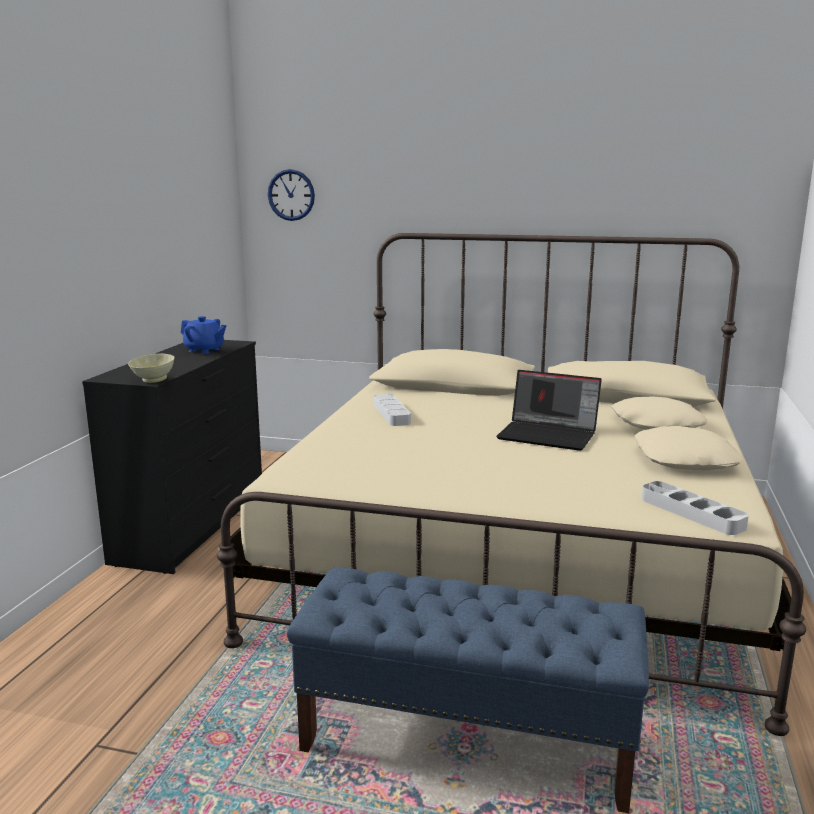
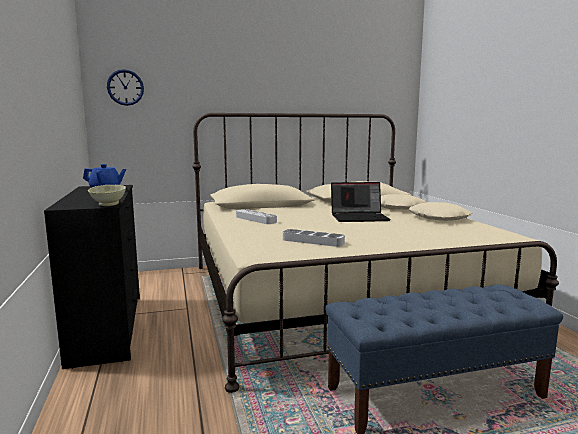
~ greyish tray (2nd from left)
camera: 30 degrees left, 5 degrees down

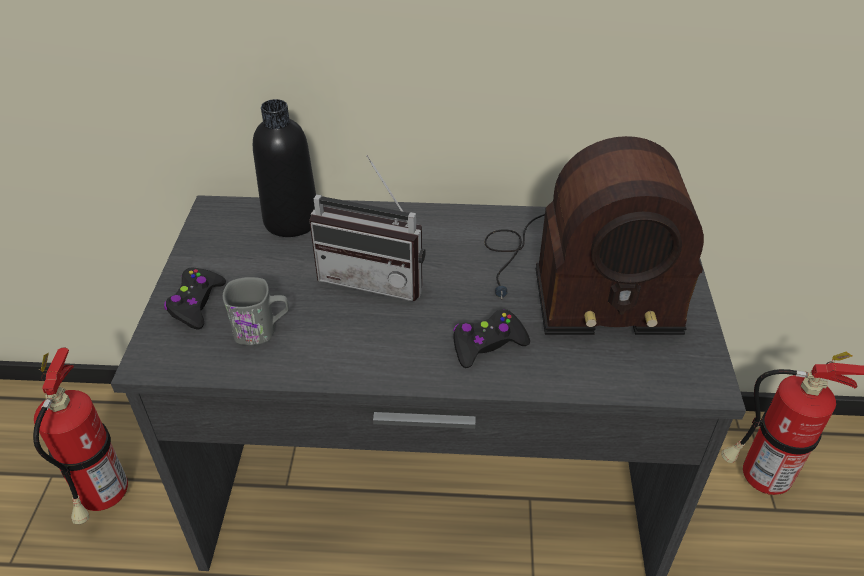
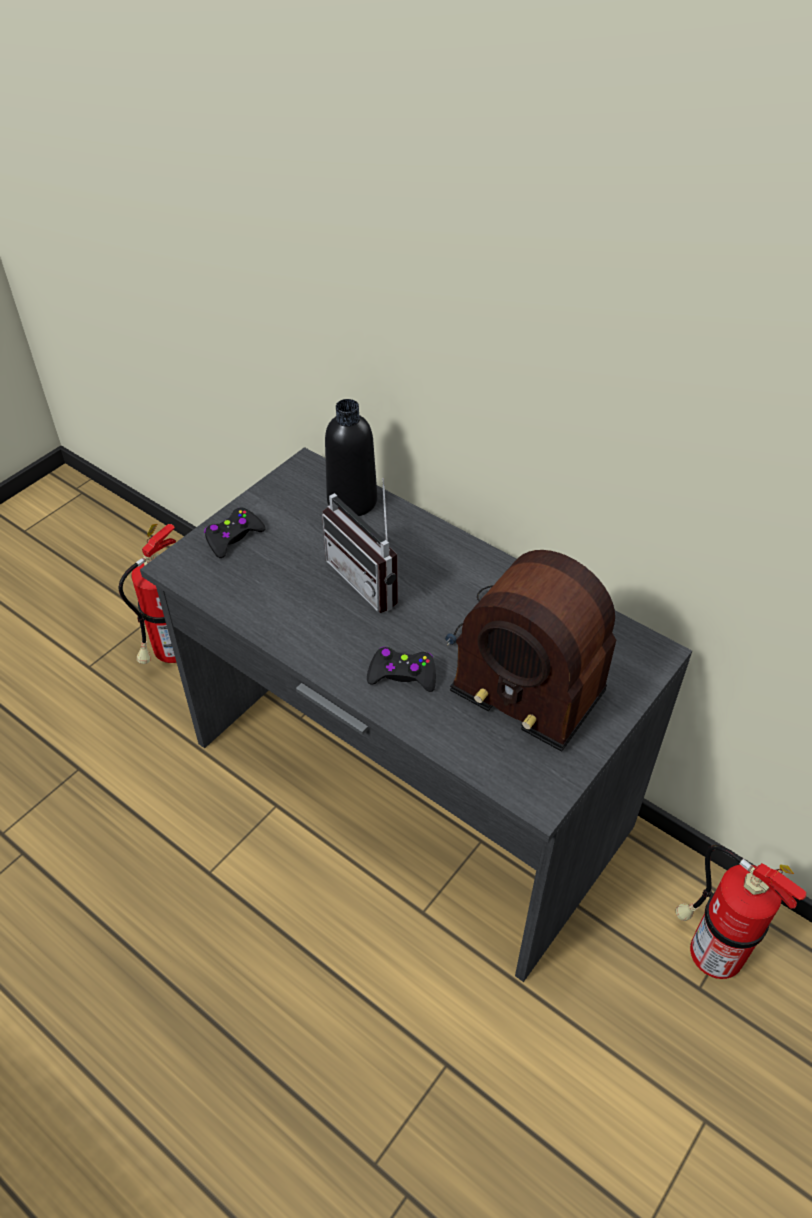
- greyish tea mug
camera: 35 degrees right, 5 degrees up

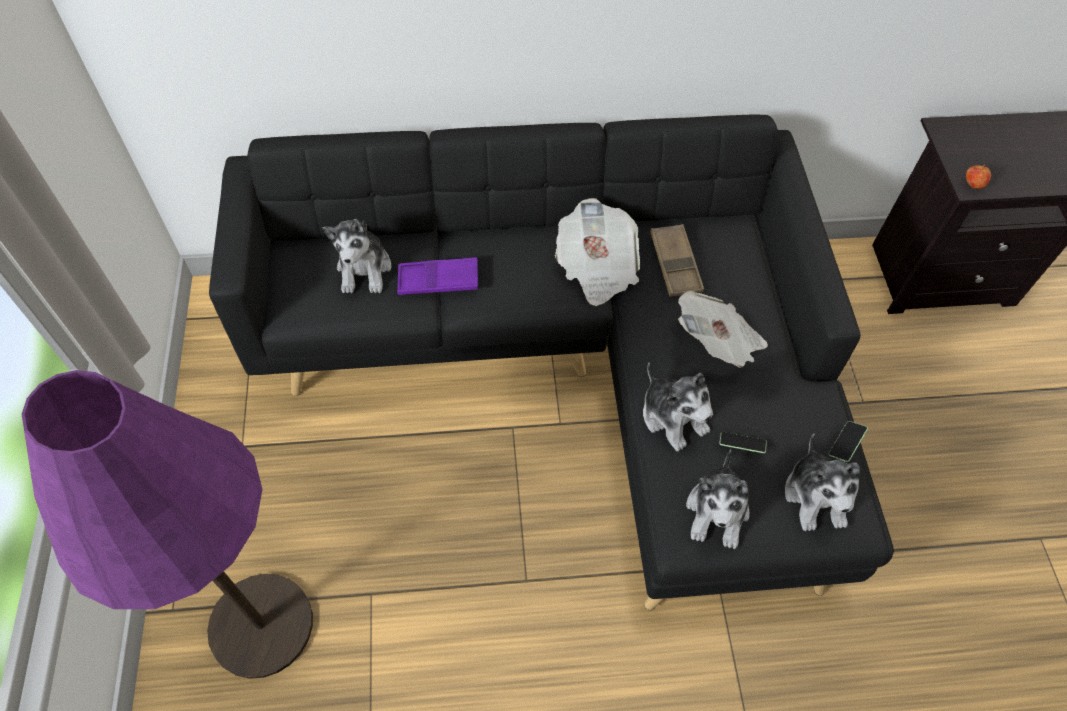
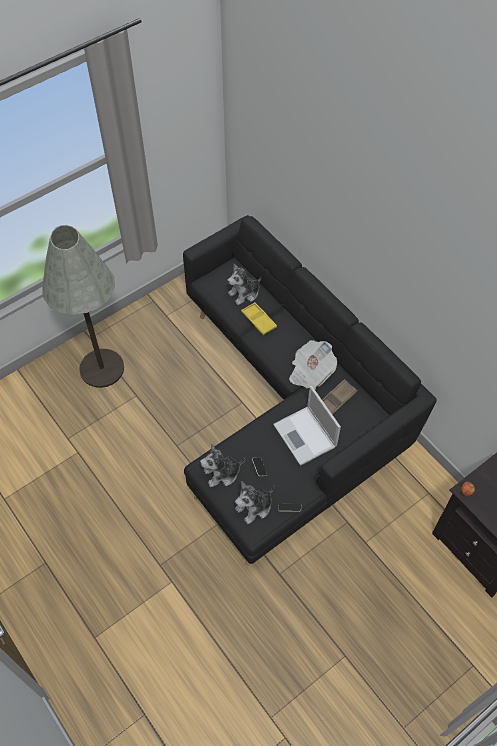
- soft toy (2nd from left)
~ newspaper (2nd from left) to notebook computer
~ purple-coloured floor lamp to greyish floor lamp
~ purple-coloured tray to yellowish tray
camera: 60 degrees right, 0 degrees up

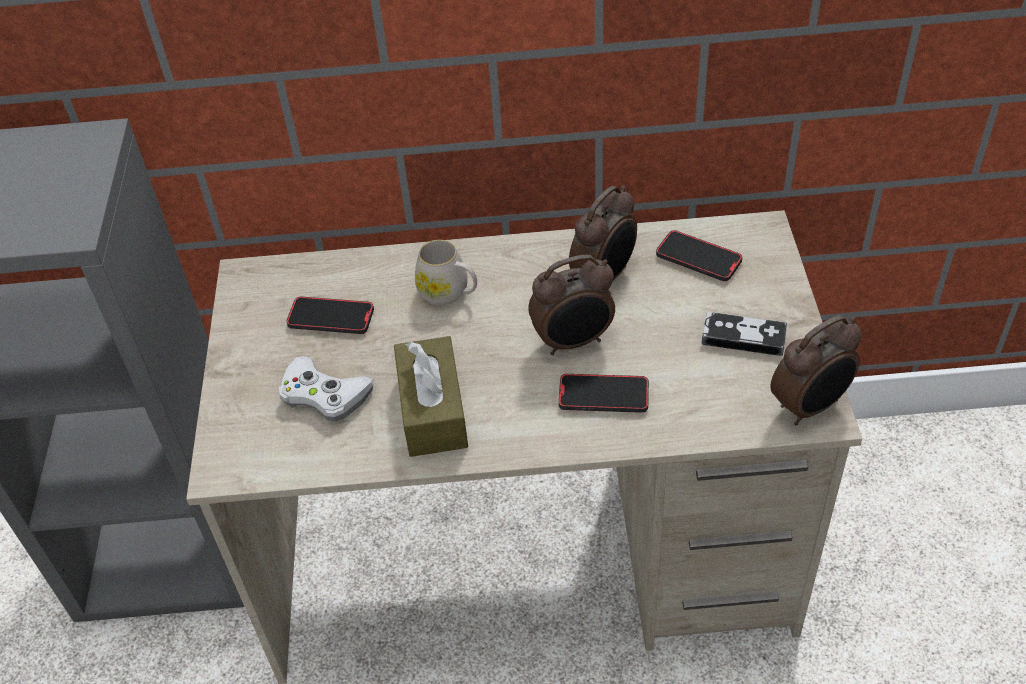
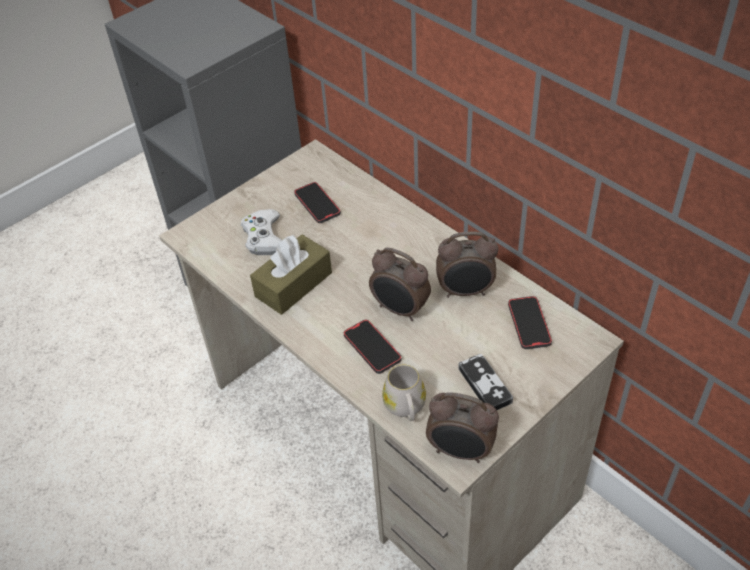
~ whitish tea mug
camera: 50 degrees right, 0 degrees up

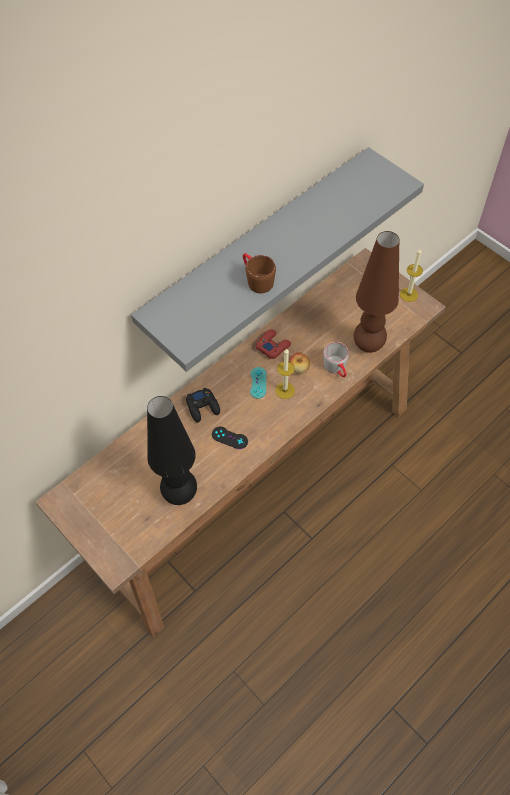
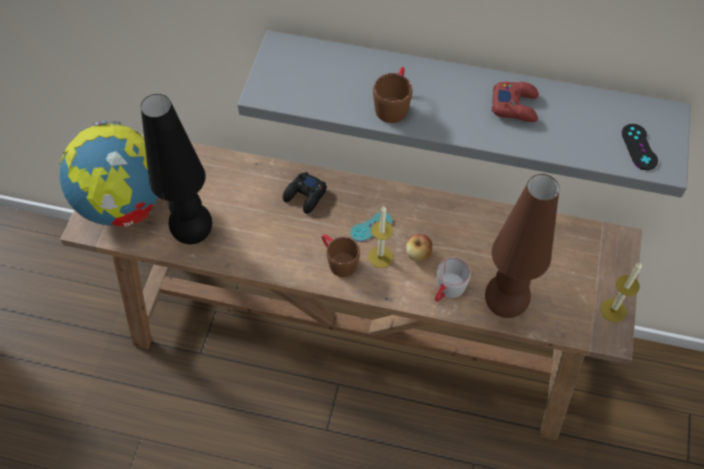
+ globe
+ brownish tea mug (1st from left)
~ black gamepad (2nd from left)
~ red gamepad
camera: 55 degrees right, 0 degrees up

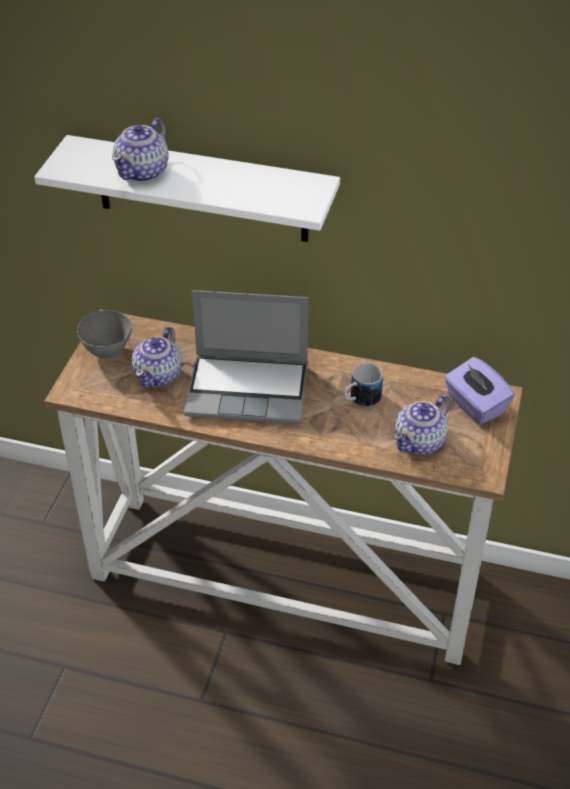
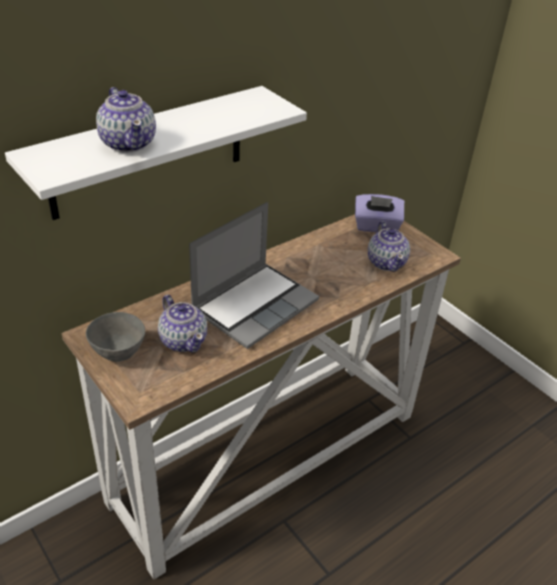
- tea mug
camera: 55 degrees left, 5 degrees down

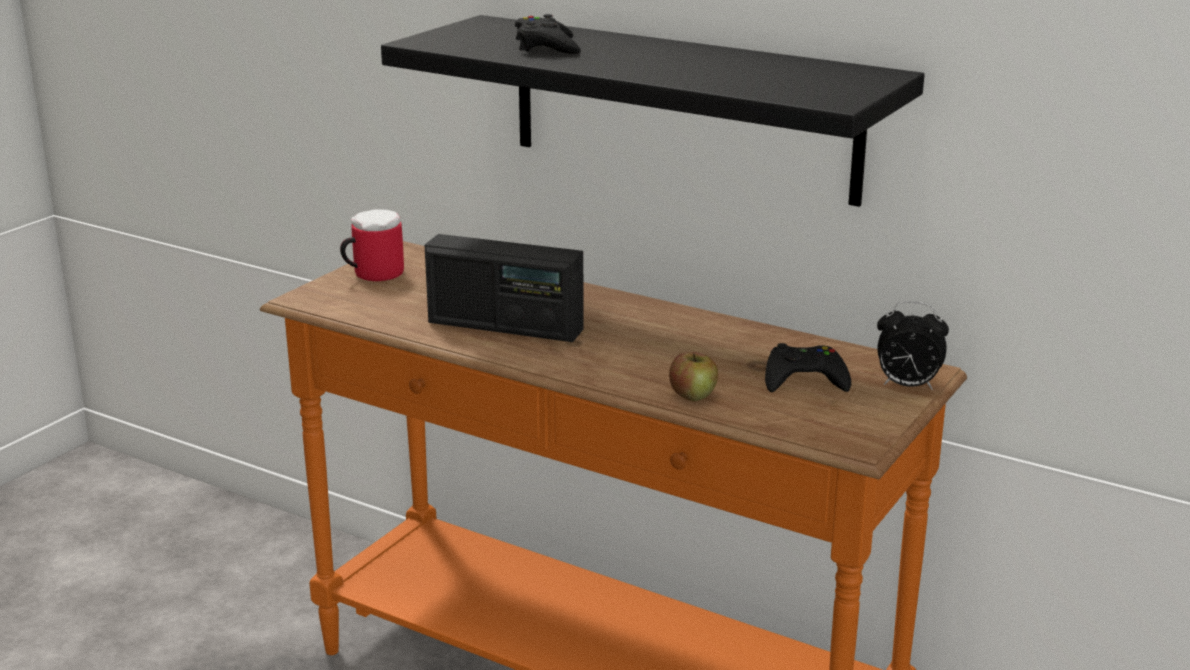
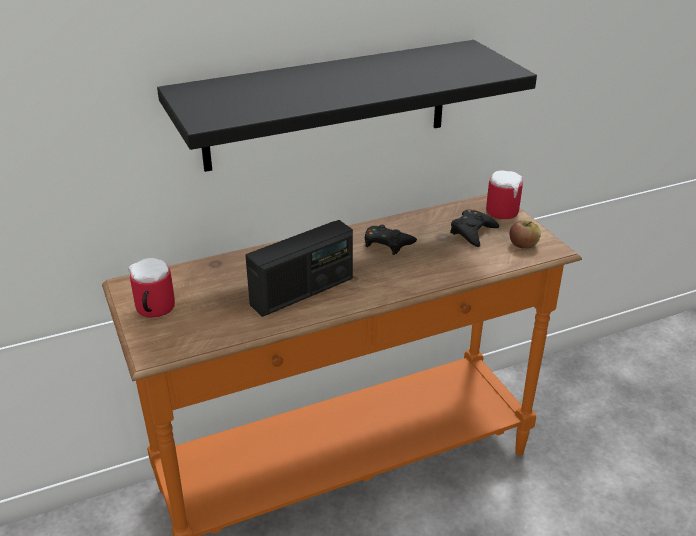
~ black gamepad (1st from left)
~ whole apple
~ bedside clock to tea mug (2nd from left)
camera: 55 degrees left, 10 degrees up

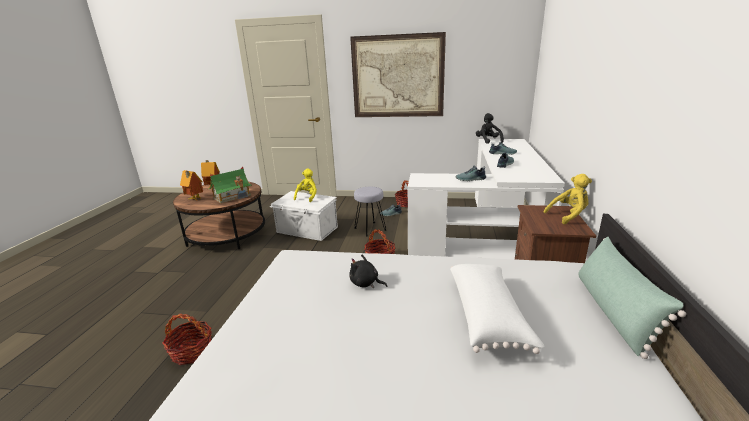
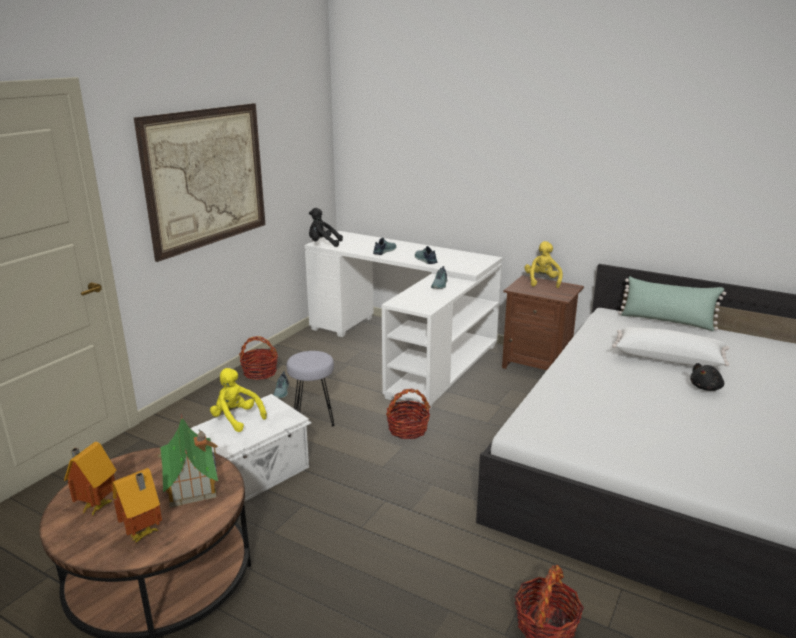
~ black soft toy (1st from left in the first image) to black soft toy (2nd from left)
camera: 70 degrees left, 0 degrees up

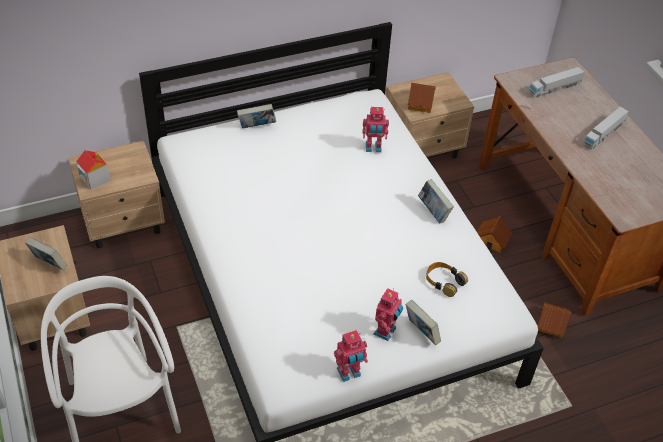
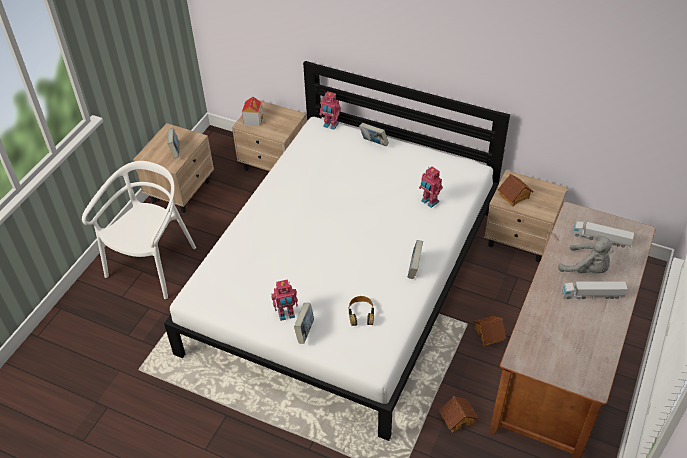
+ greyish soft toy
~ robot figure (1st from left in the first image) to robot figure (2nd from left)
camera: 50 degrees right, 0 degrees up

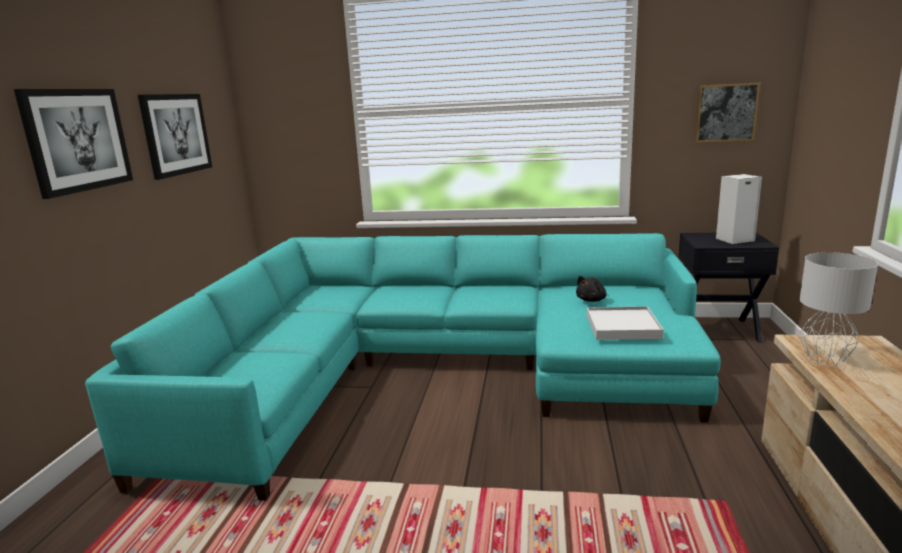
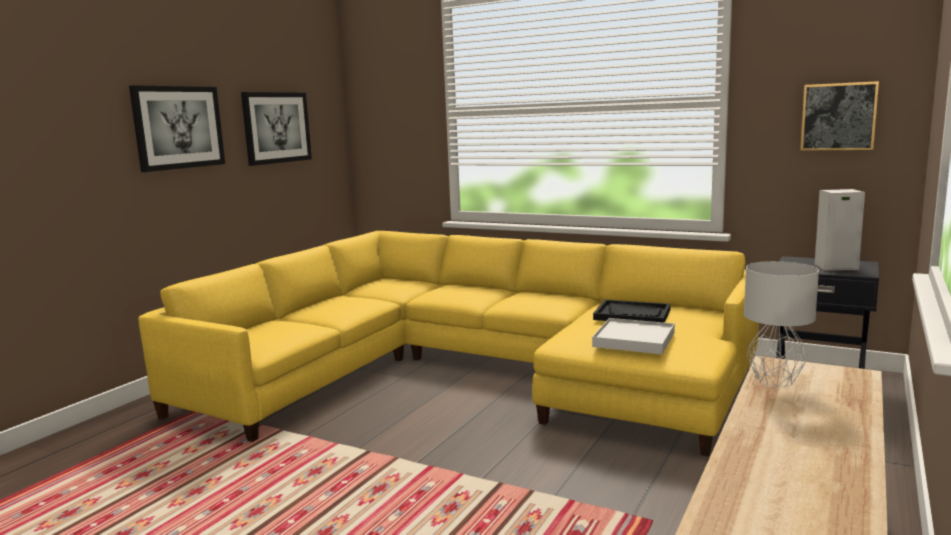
~ black soft toy to black tray
~ turquoise-coloured couch to yellowish couch
camera: 20 degrees right, 5 degrees down

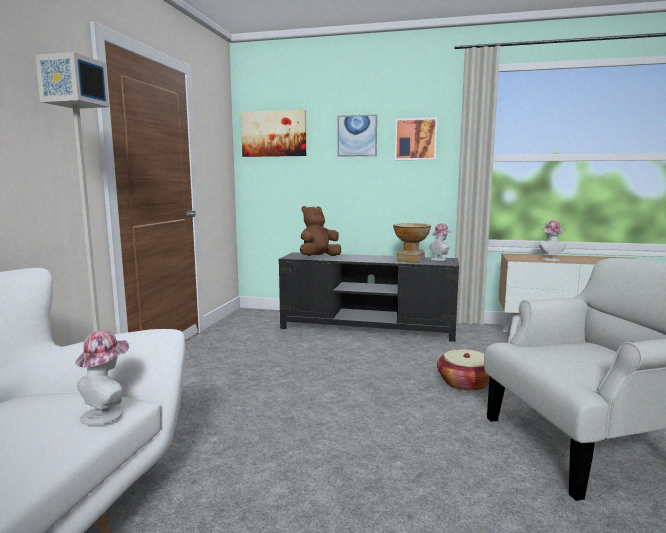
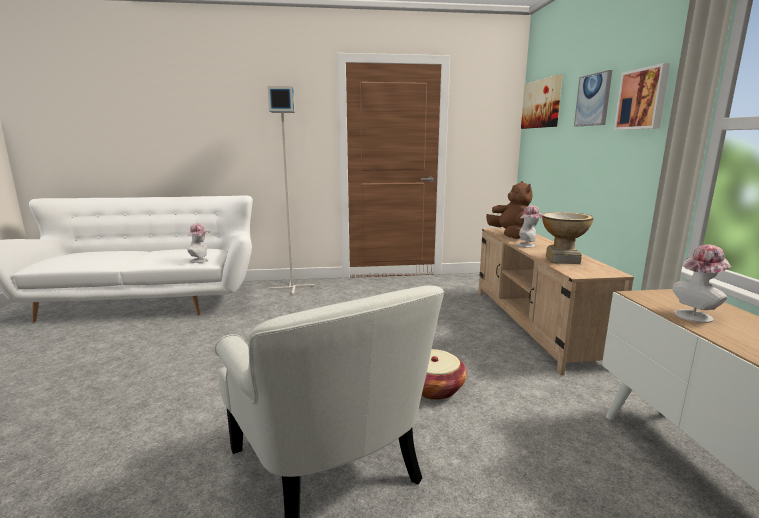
~ wearable hat (2nd from left)
~ black tv unit to beige tv unit
~ brownish soft toy 45 degrees clockwise
camera: 70 degrees right, 5 degrees up

